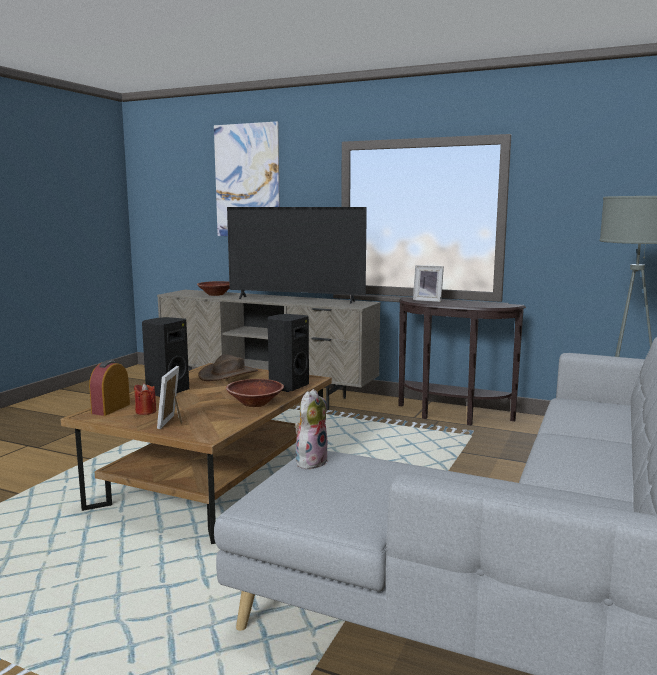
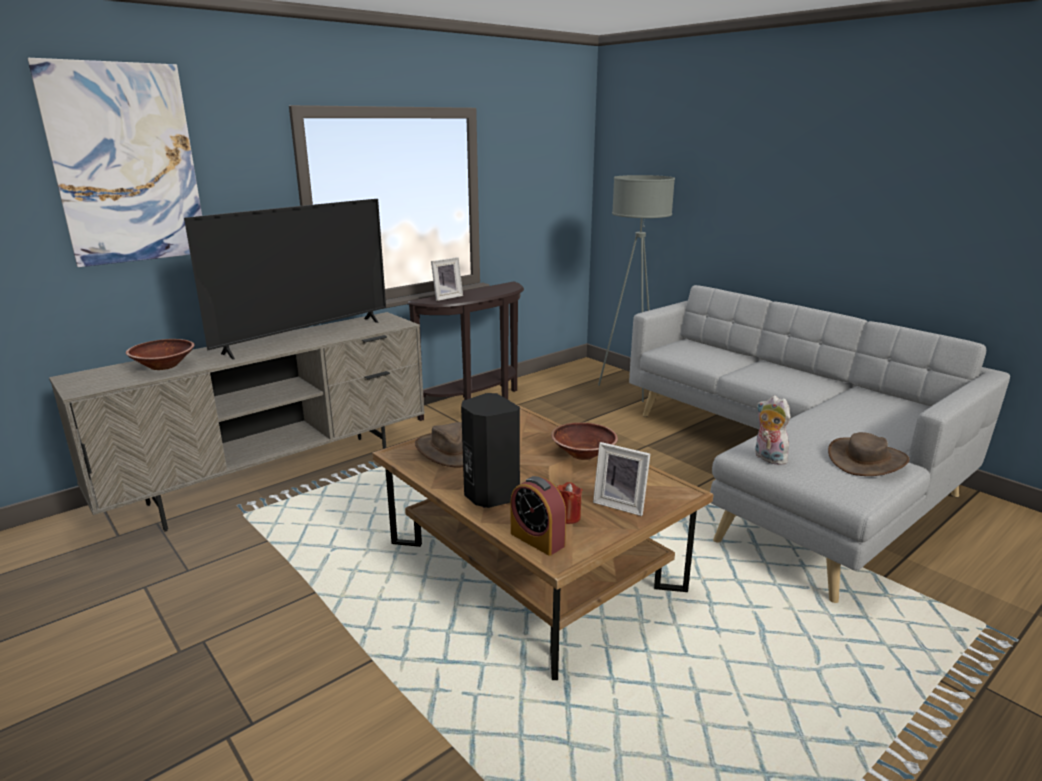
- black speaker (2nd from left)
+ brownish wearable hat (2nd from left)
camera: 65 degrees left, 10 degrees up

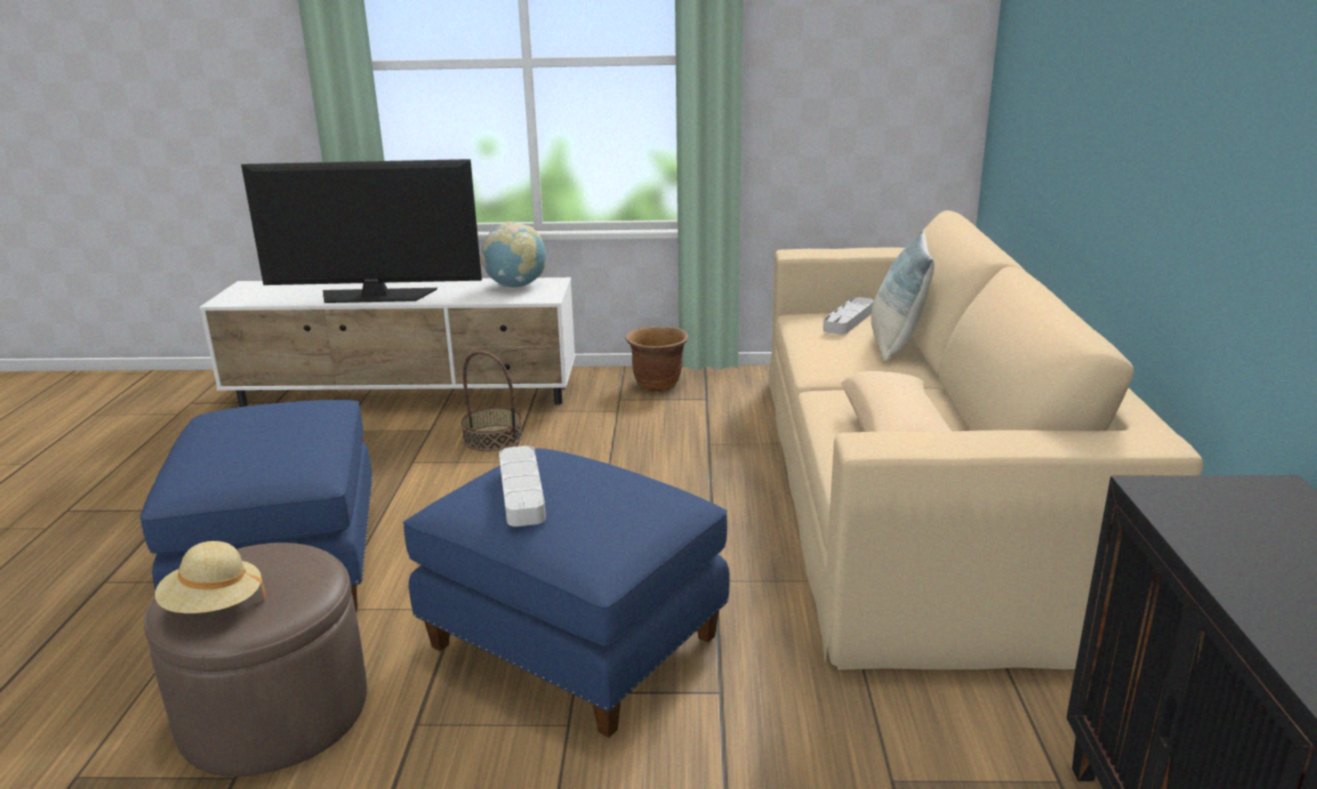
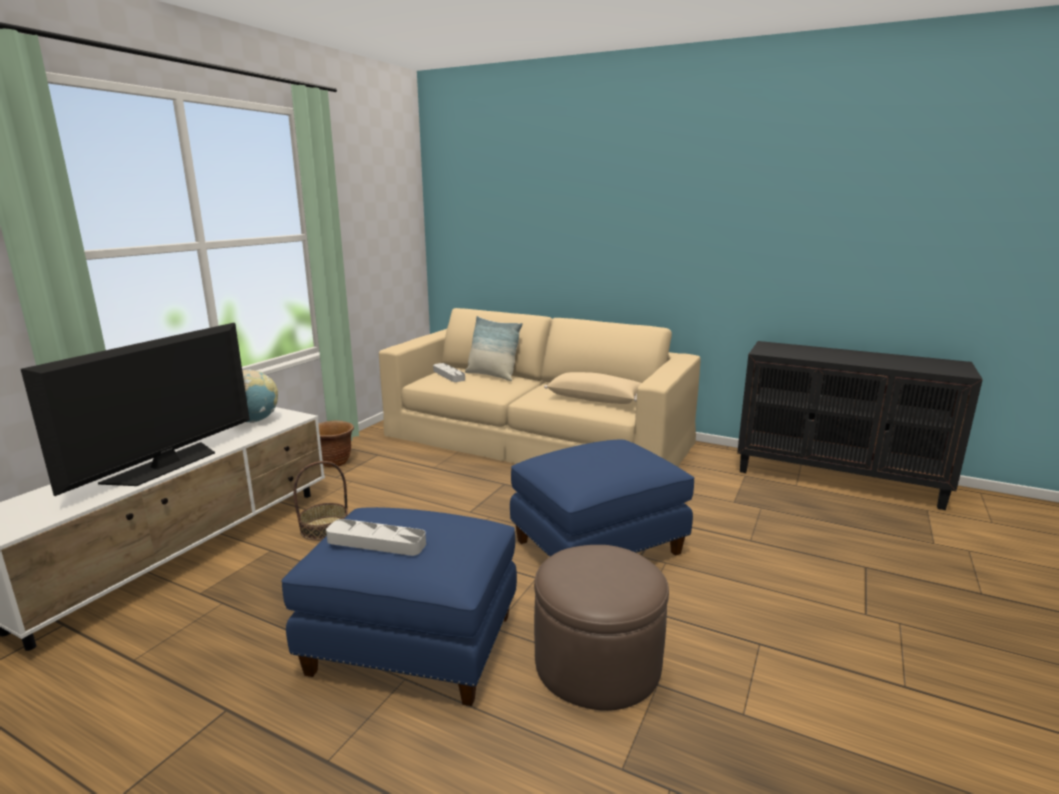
- beige wearable hat
~ greyish tray (1st from left)
camera: 65 degrees left, 5 degrees down

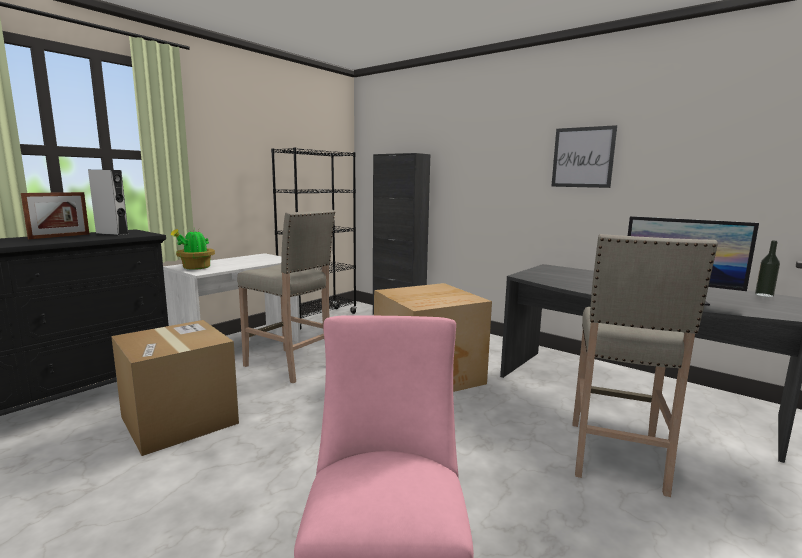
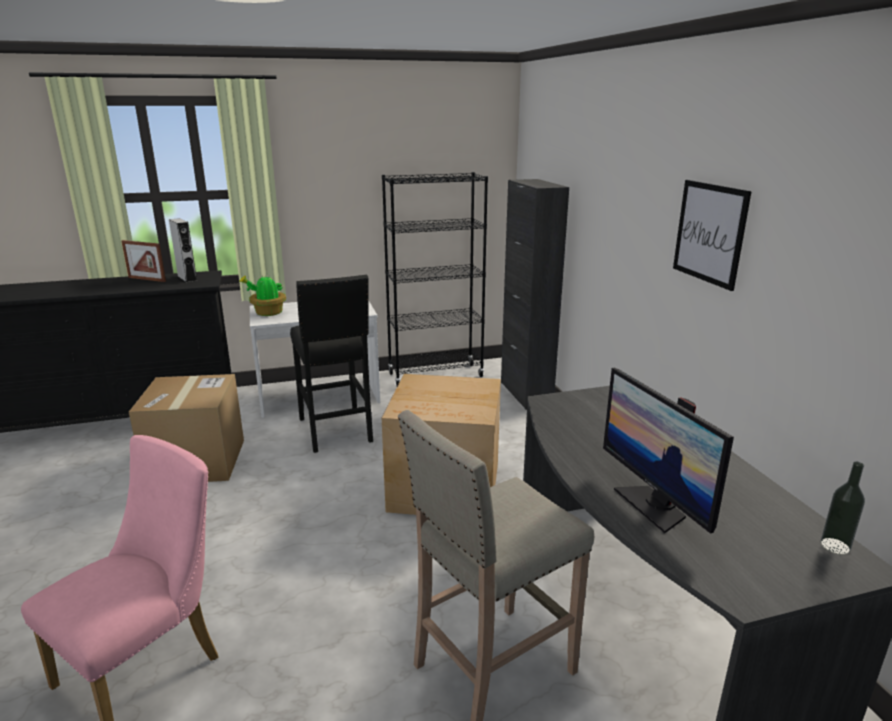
~ beige stool seat (1st from left) to black stool seat
~ photo frame 45 degrees clockwise
camera: 35 degrees right, 10 degrees up

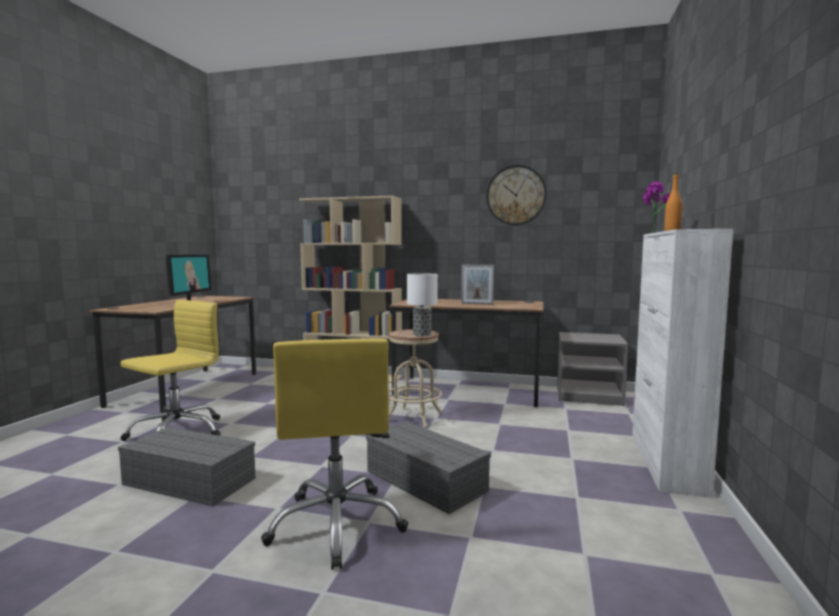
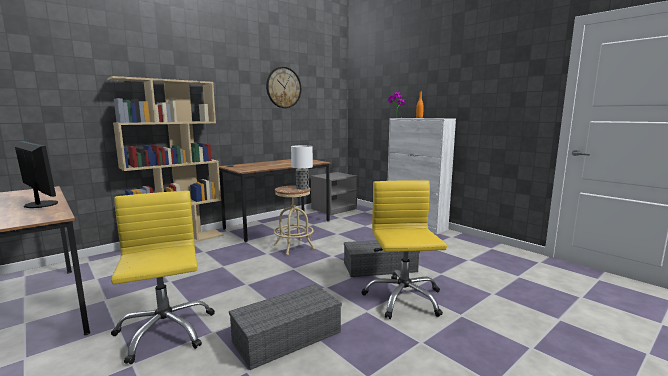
- photo frame
~ yellowish office chair (2nd from left) 120 degrees counterclockwise
camera: 55 degrees left, 5 degrees up

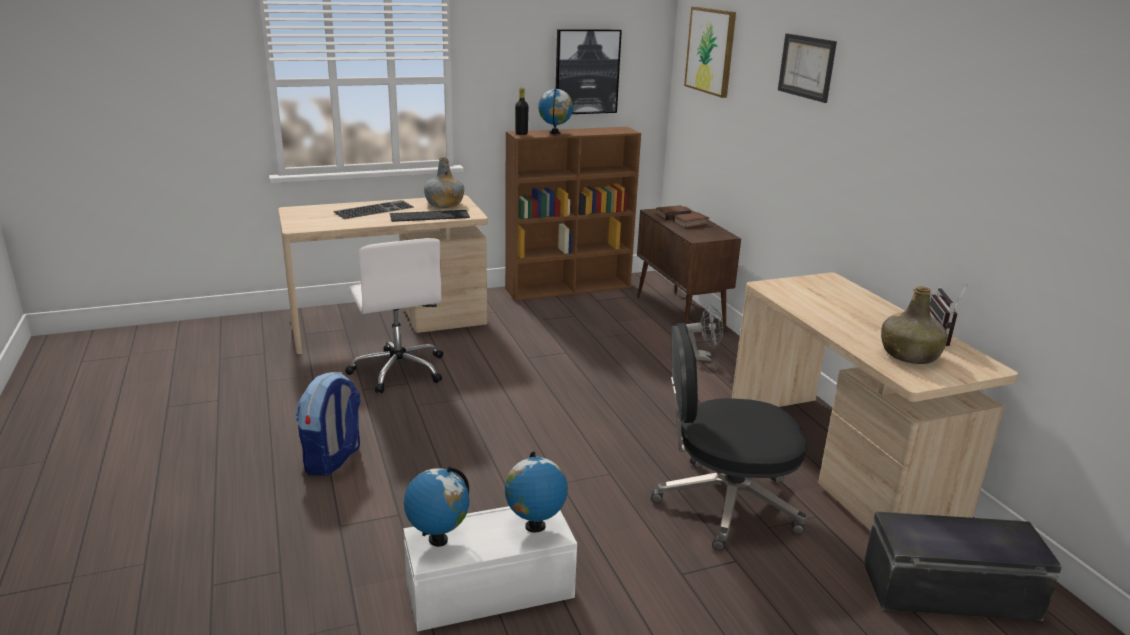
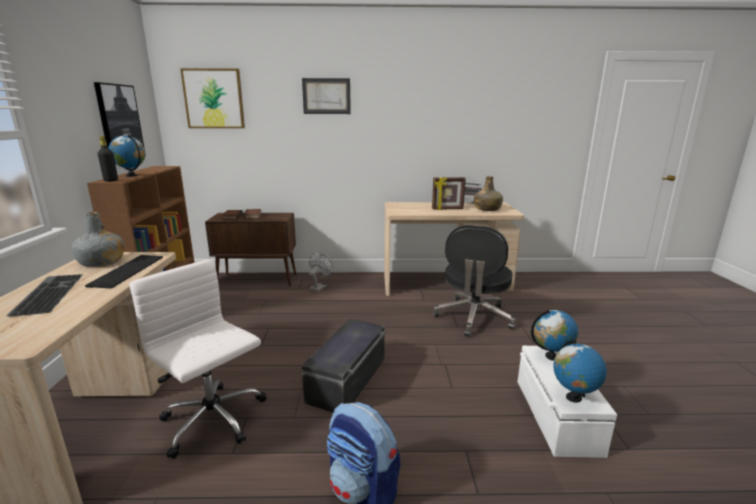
+ photo frame
~ black storage container
~ whitish office chair 135 degrees counterclockwise
camera: 70 degrees left, 5 degrees down

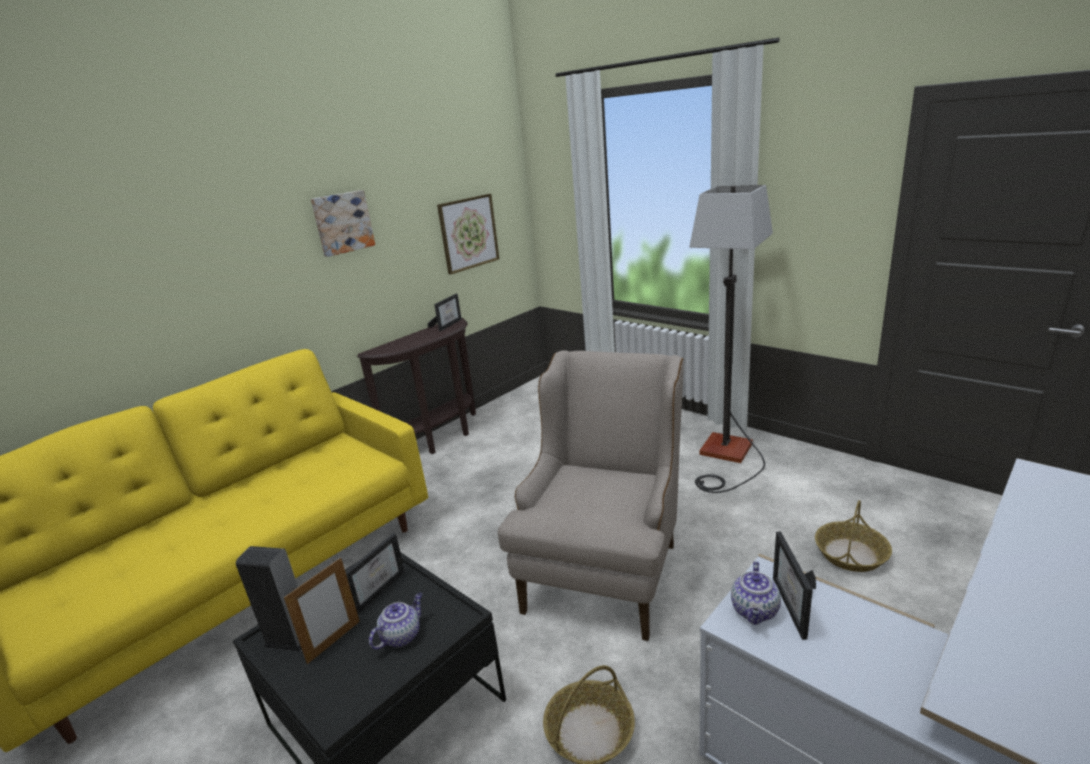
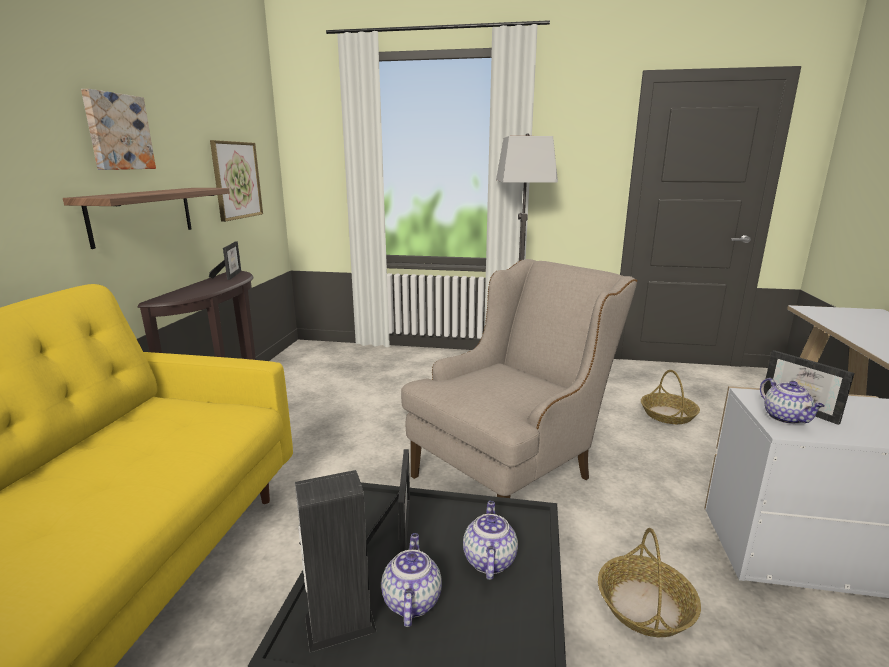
+ bracket shelf
~ photo frame (1st from left) to teapot (1st from left)
~ beige easy chair 60 degrees clockwise
camera: 35 degrees left, 5 degrees down

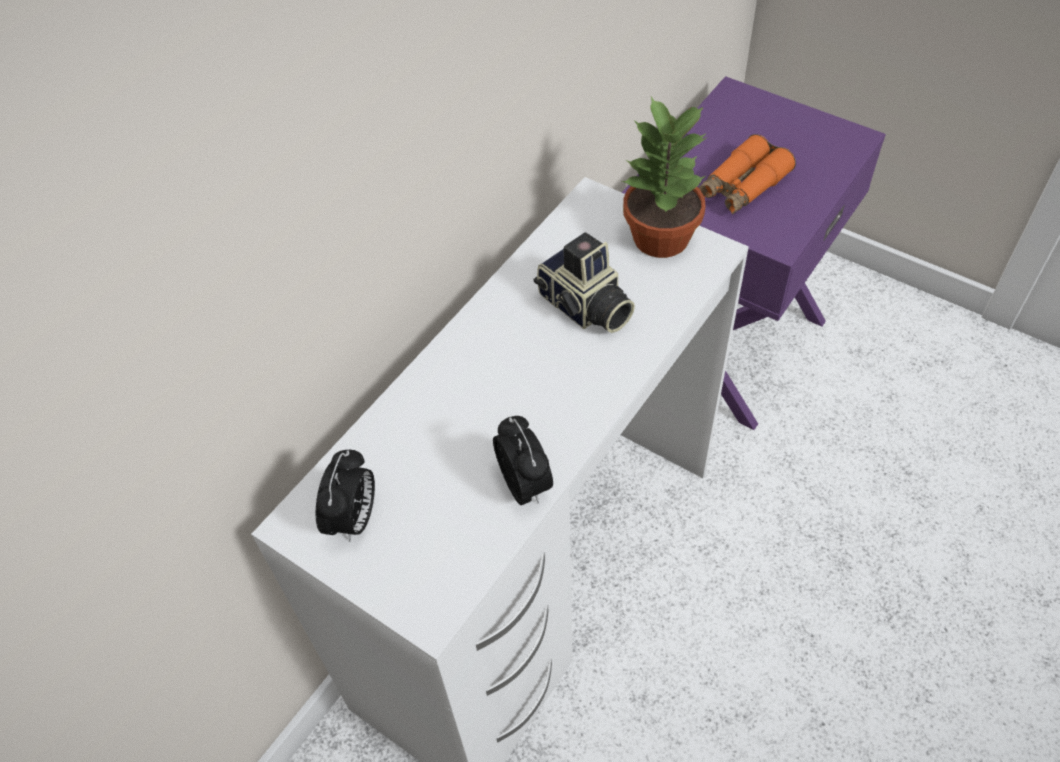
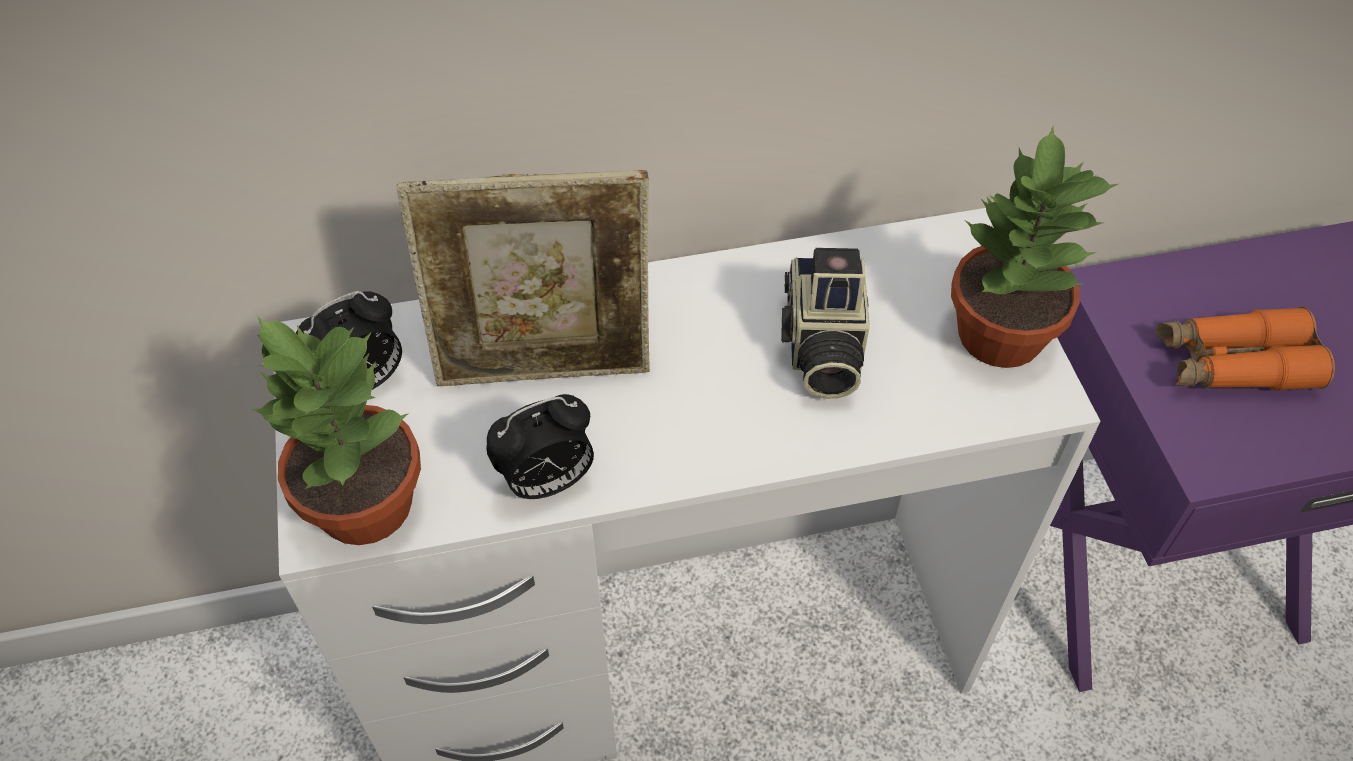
+ plant in a pot (1st from left)
+ photo frame
~ bedside clock (2nd from left) 45 degrees clockwise
camera: 40 degrees right, 0 degrees up

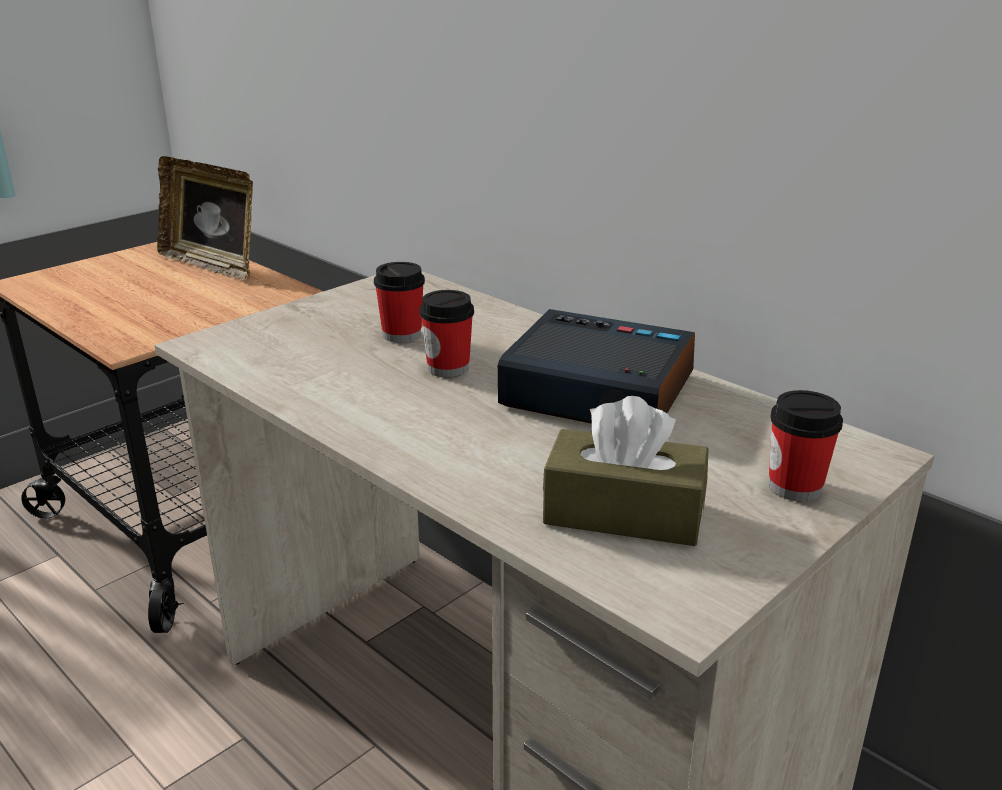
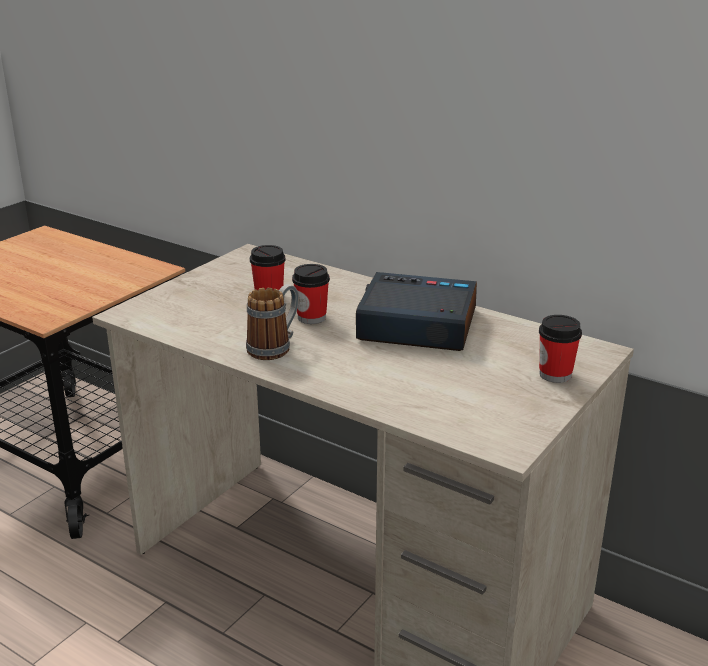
- photo frame
- brownish tissue holder
+ tea mug
camera: 10 degrees left, 0 degrees up

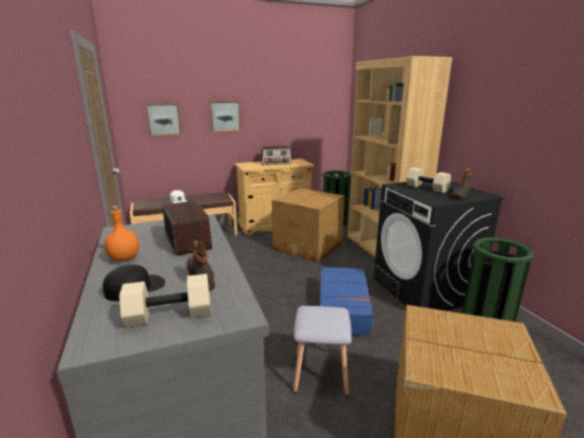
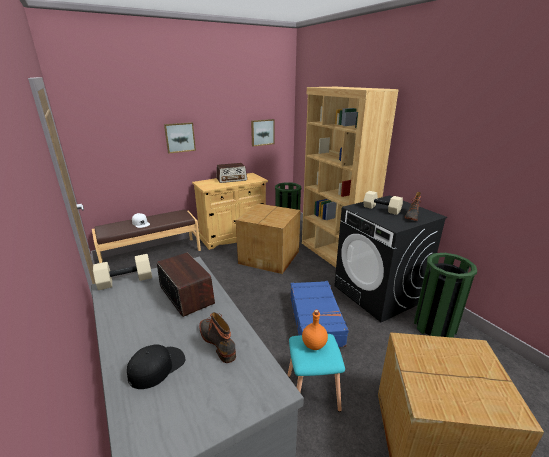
~ orange beverage bottle
~ beige free weight (1st from left)
~ wall picture (1st from left in the first image) to wall picture (2nd from left)
~ greyish stool seat to turquoise-coloured stool seat
camera: 10 degrees left, 5 degrees up

